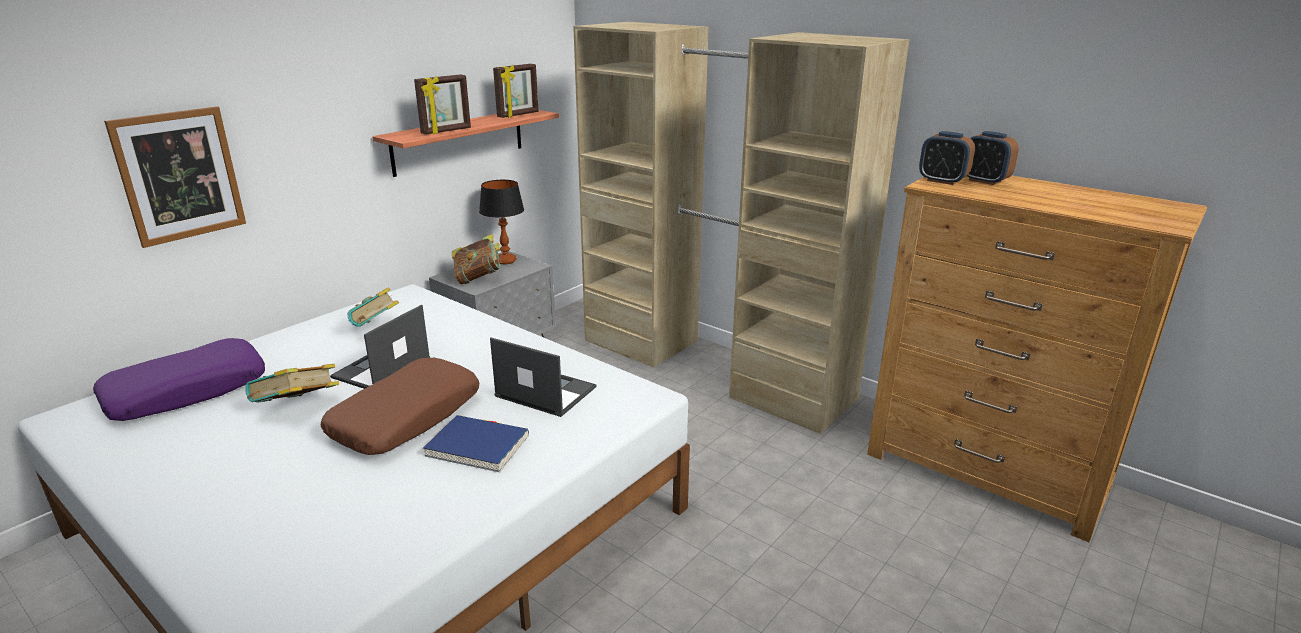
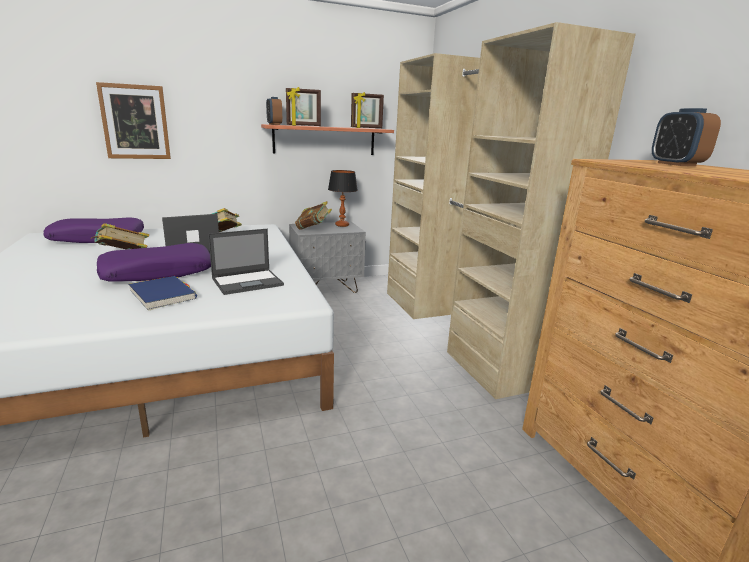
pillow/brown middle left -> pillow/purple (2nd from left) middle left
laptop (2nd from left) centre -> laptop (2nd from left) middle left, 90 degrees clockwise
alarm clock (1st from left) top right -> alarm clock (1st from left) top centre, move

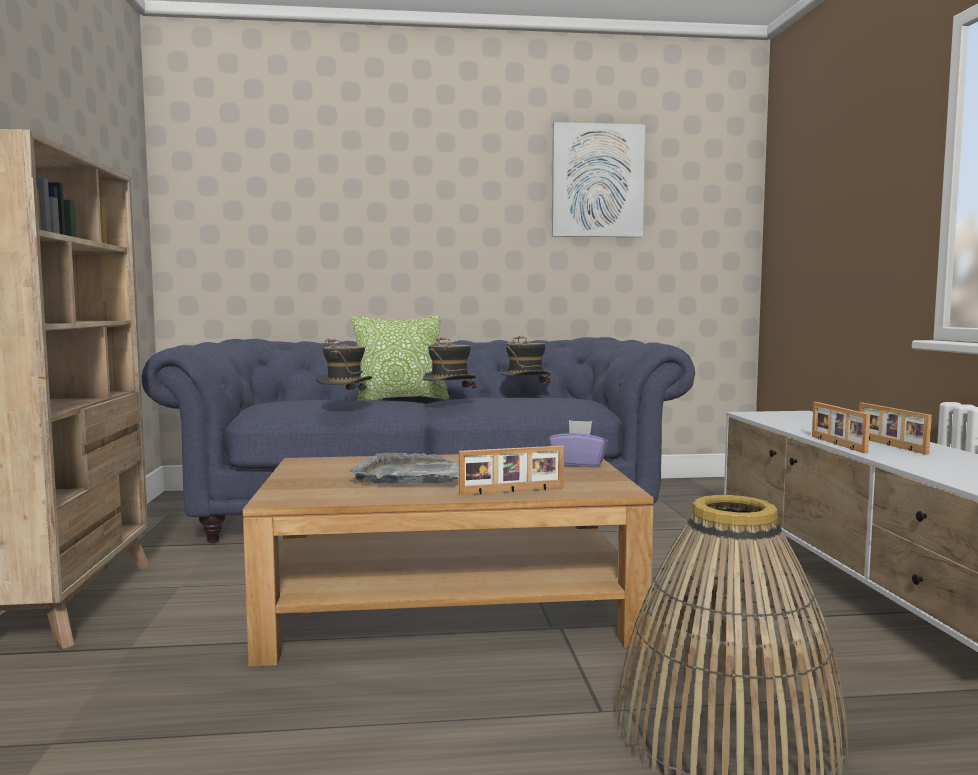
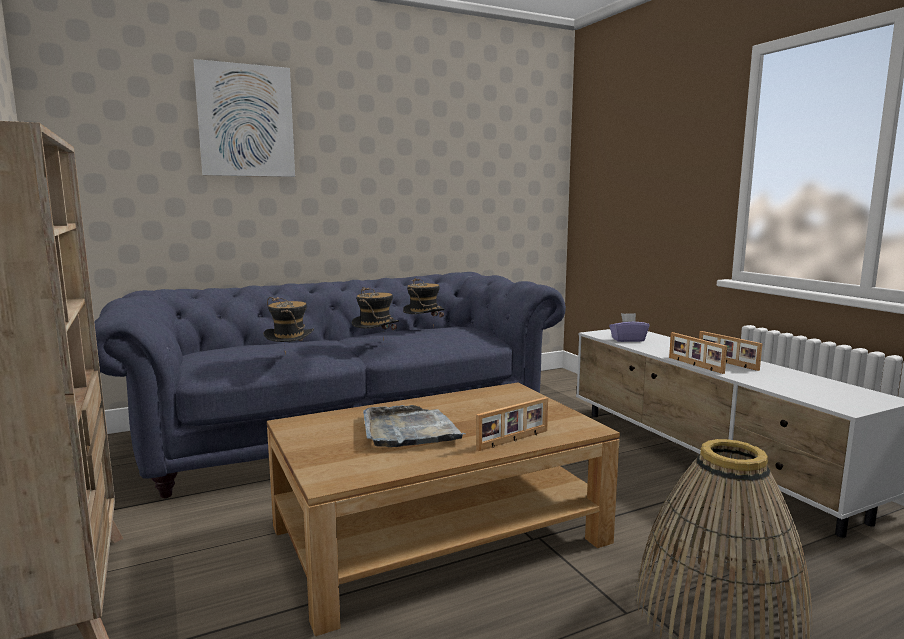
pillow centre -> none
tissue box/purple centre -> tissue box/purple middle right, move
picture top centre -> picture top left, move

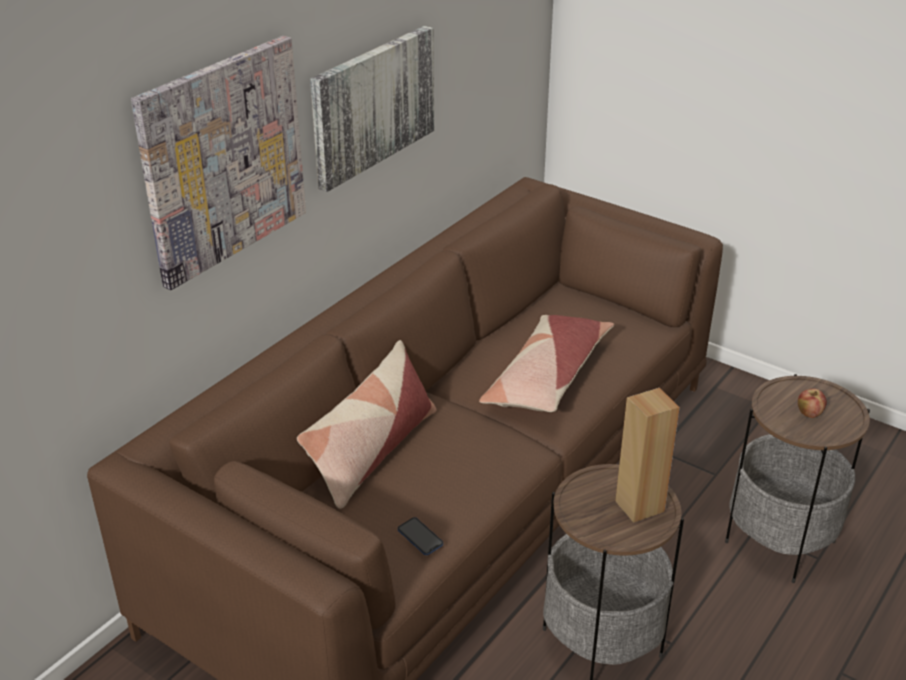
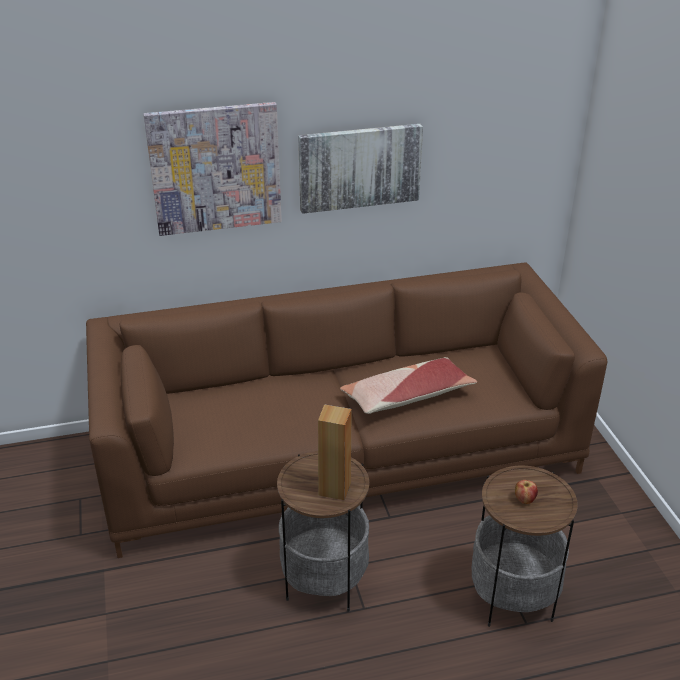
pillow (1st from left) centre -> none
phone bottom centre -> none

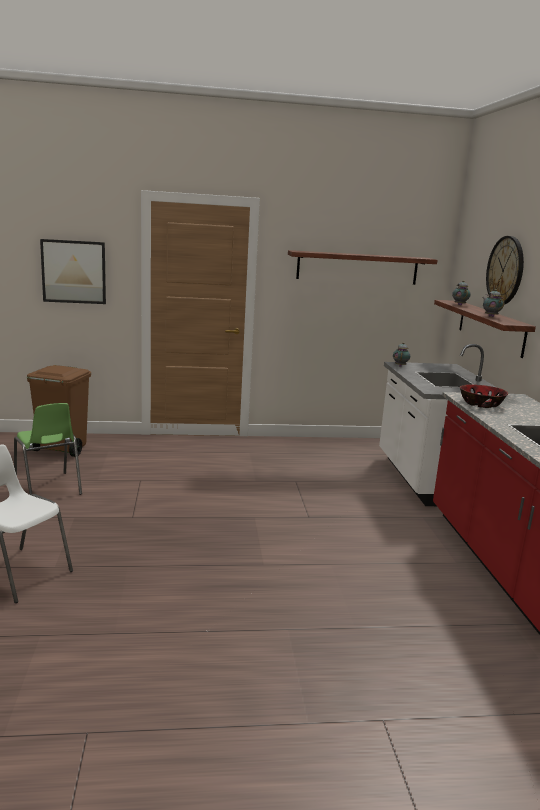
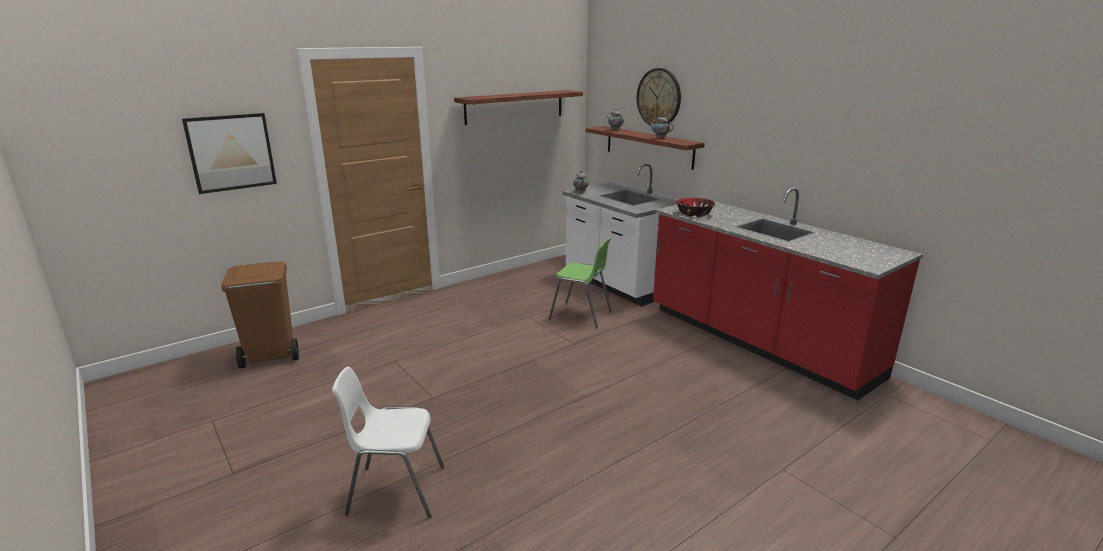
chair/green middle left -> chair/green centre, move

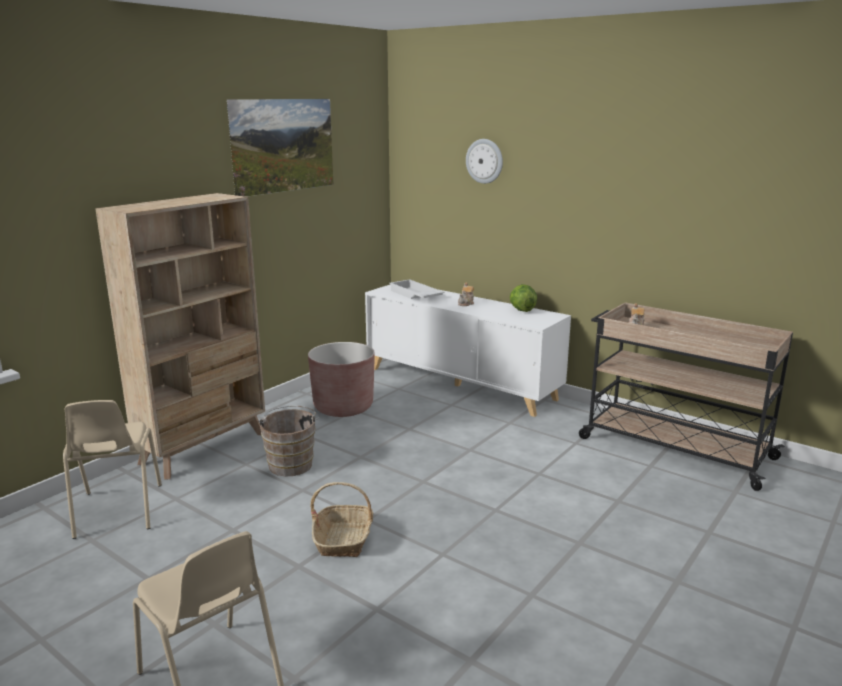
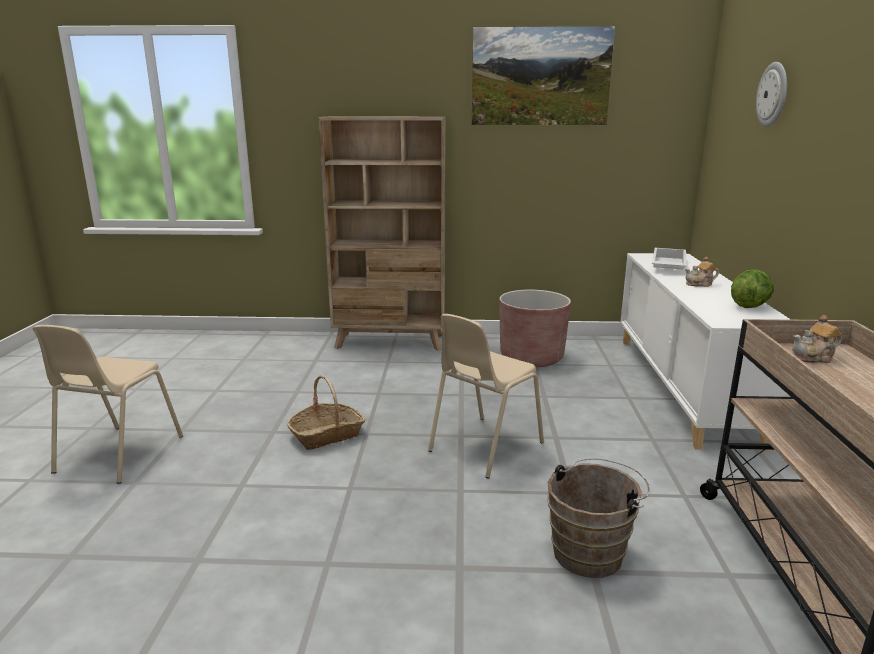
chair/beige (1st from left in the first image) bottom left -> chair/beige (2nd from left) centre, move
bucket/brown centre -> bucket/brown bottom right, move

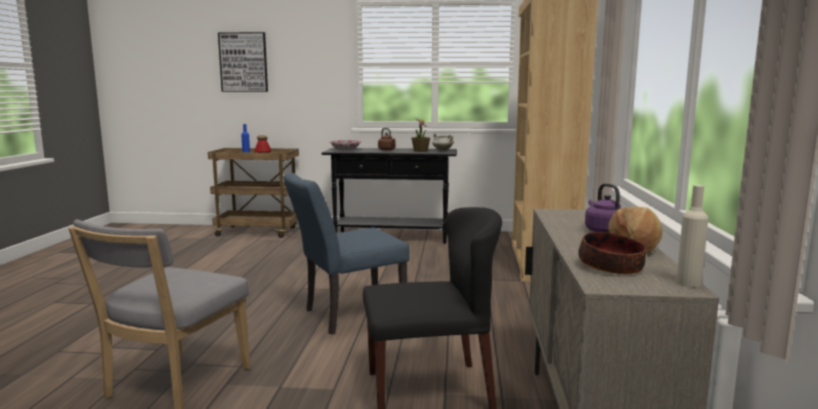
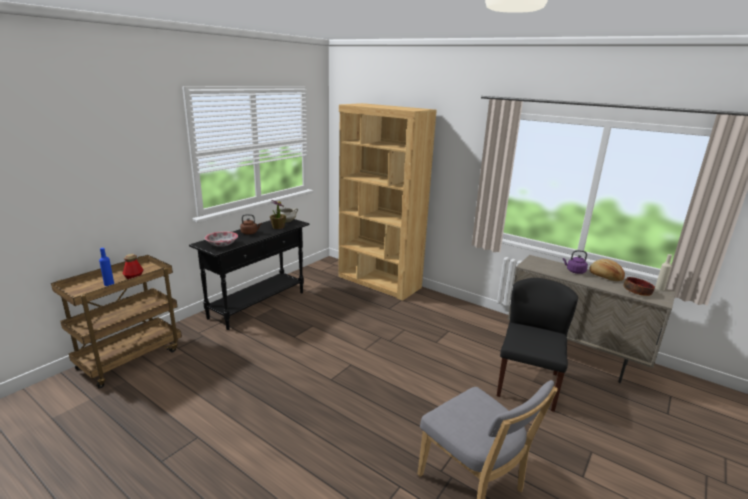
picture top left -> none
chair/blue centre -> none

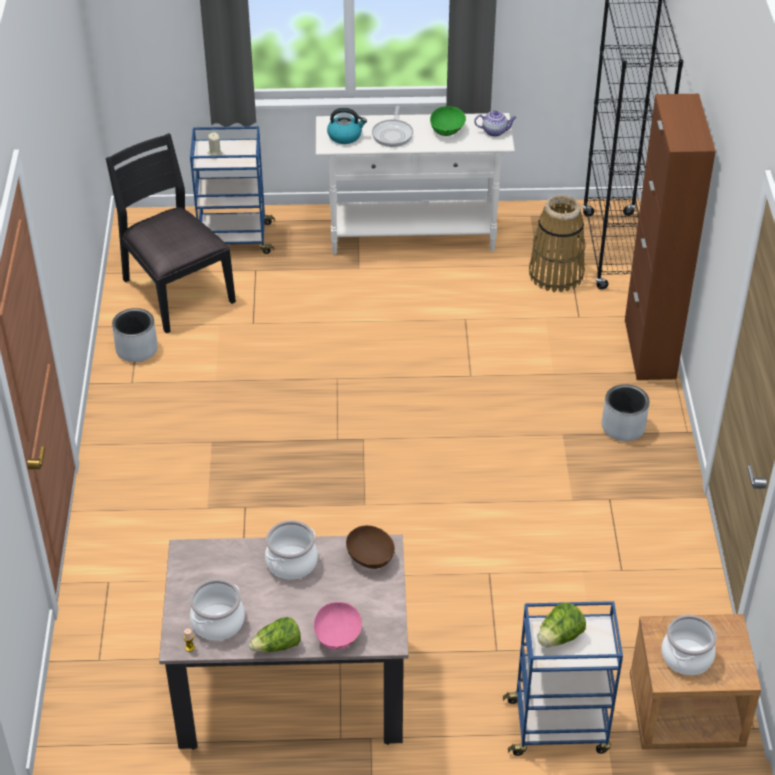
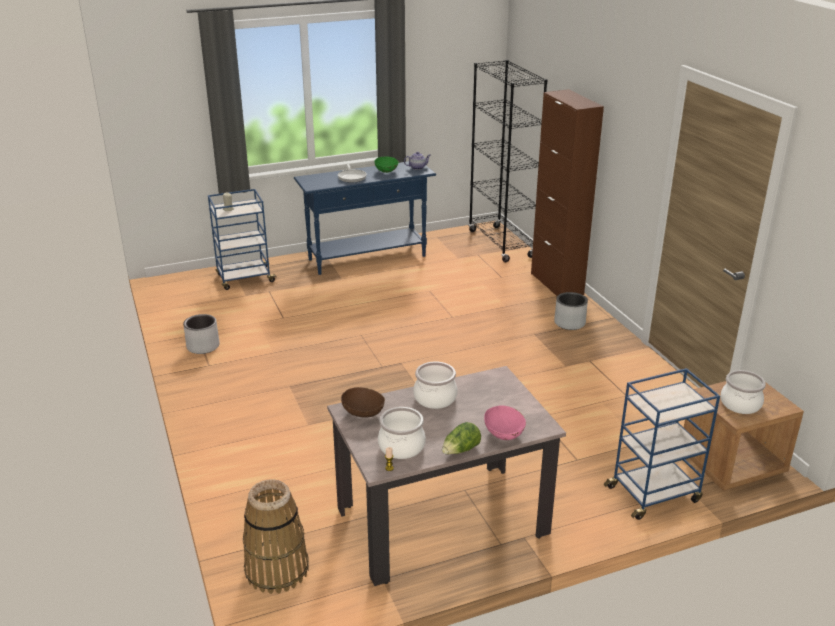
chair/black top left -> none
console table/white top centre -> console table/blue centre
kettle top centre -> none
bowl/brown bottom centre -> bowl/brown centre, move
basket top right -> basket bottom left, move
lettuce (2nd from left) bottom right -> none

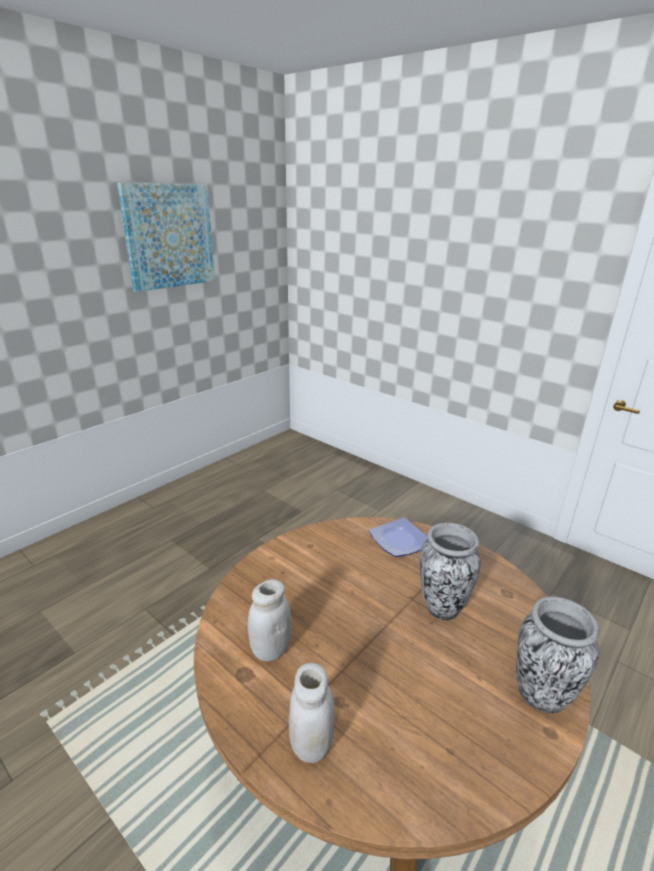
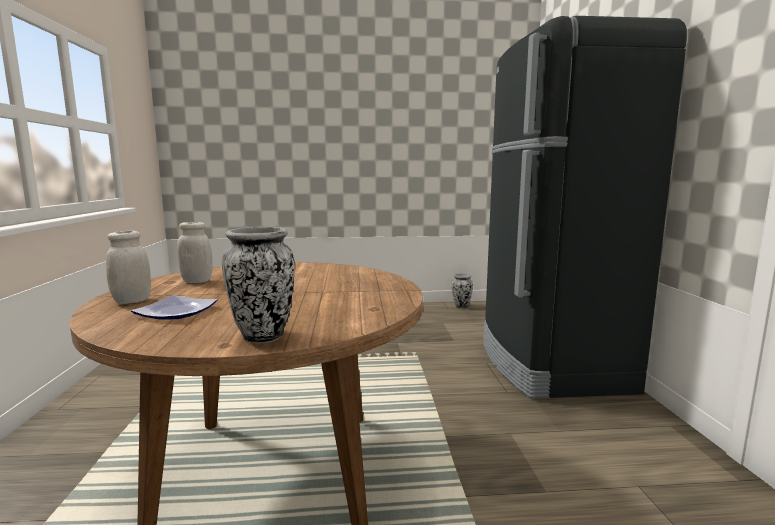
picture top left -> none
plate centre -> plate middle left, move
vase (1st from left in the first image) middle right -> vase (2nd from left) centre, move
none -> fridge/black middle right

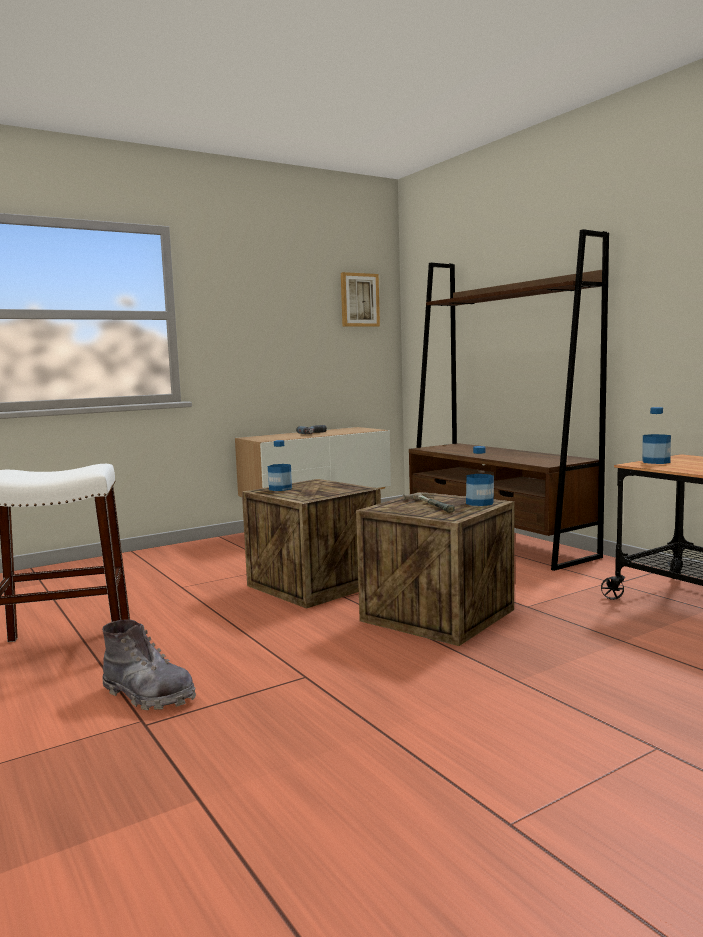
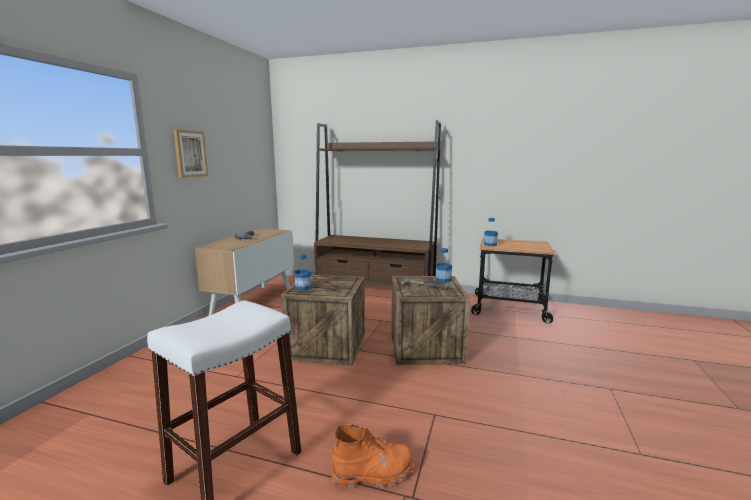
boot/grey bottom left -> boot/orange bottom centre
picture top centre -> picture top left, move

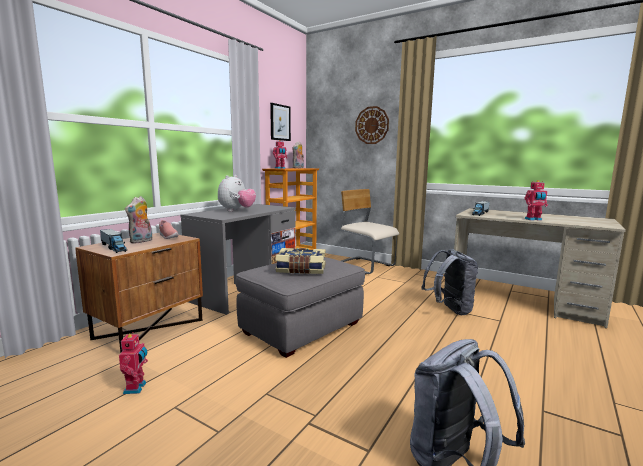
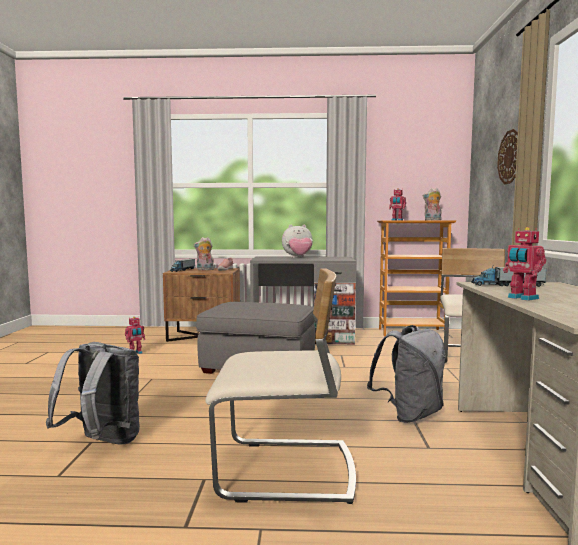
picture top centre -> none
book centre -> none
none -> chair/beige (1st from left) bottom centre

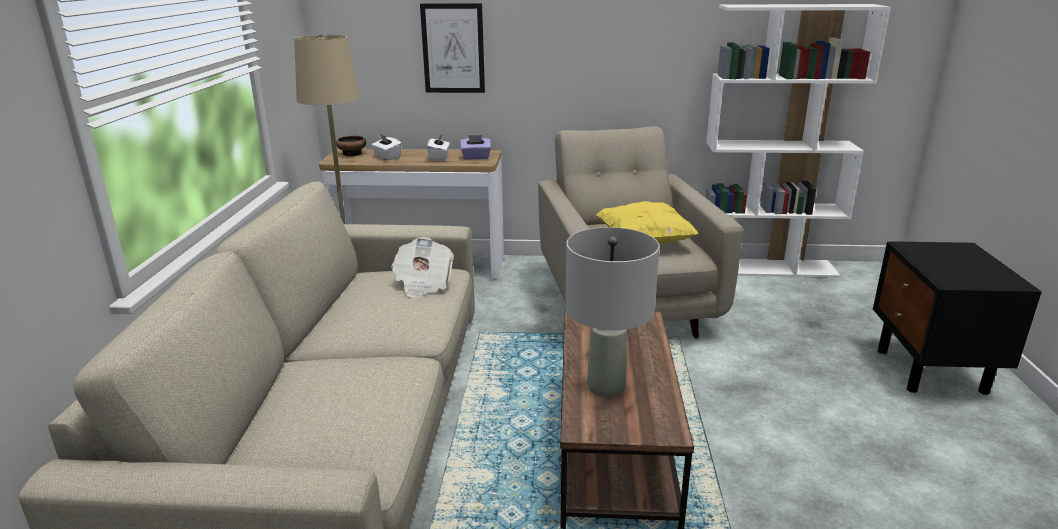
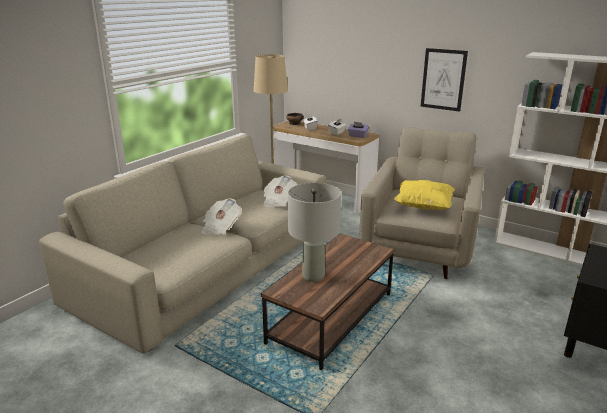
picture top centre -> picture top right, move
none -> newspaper (1st from left) centre

